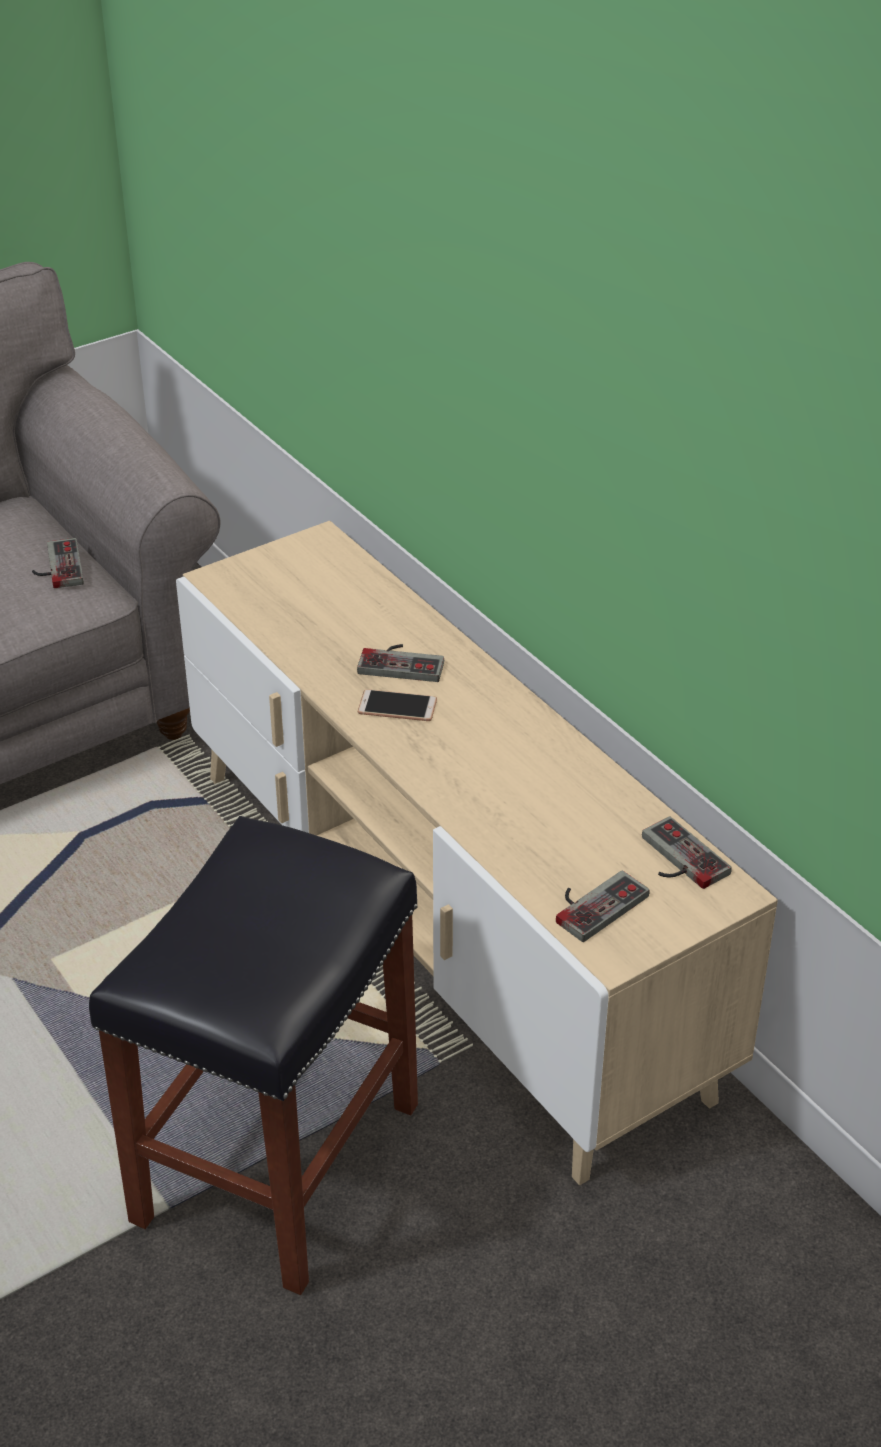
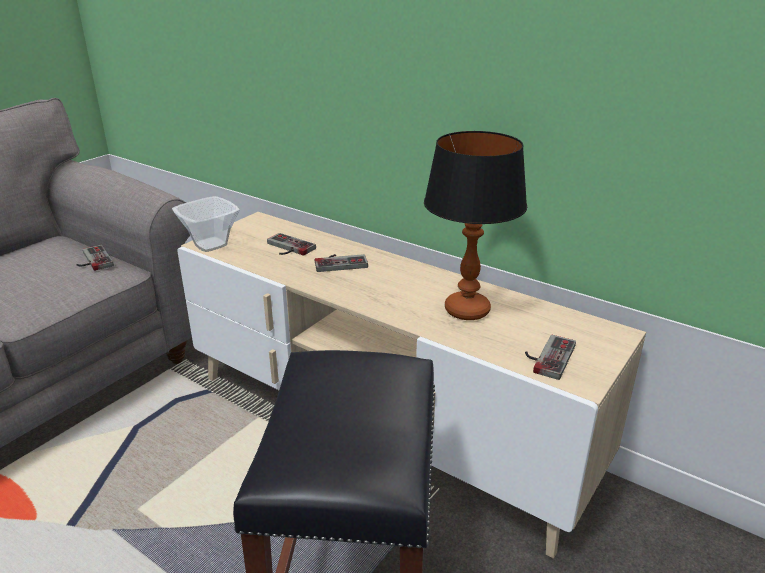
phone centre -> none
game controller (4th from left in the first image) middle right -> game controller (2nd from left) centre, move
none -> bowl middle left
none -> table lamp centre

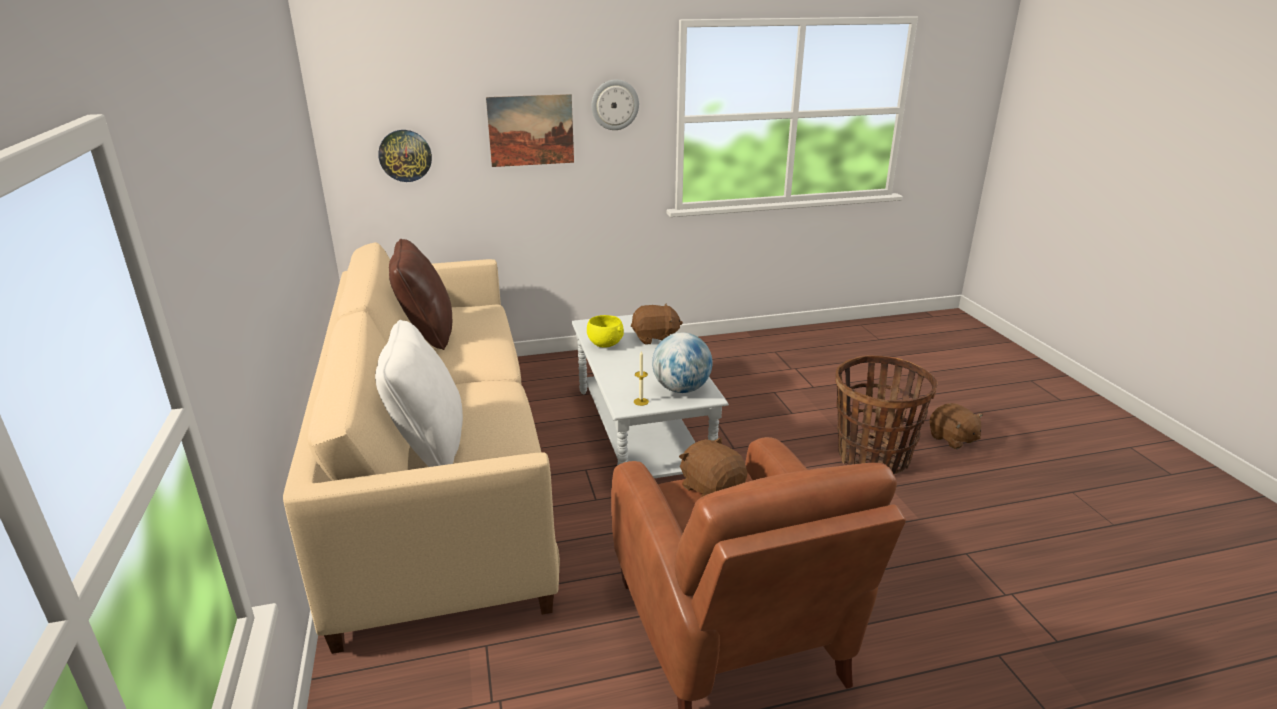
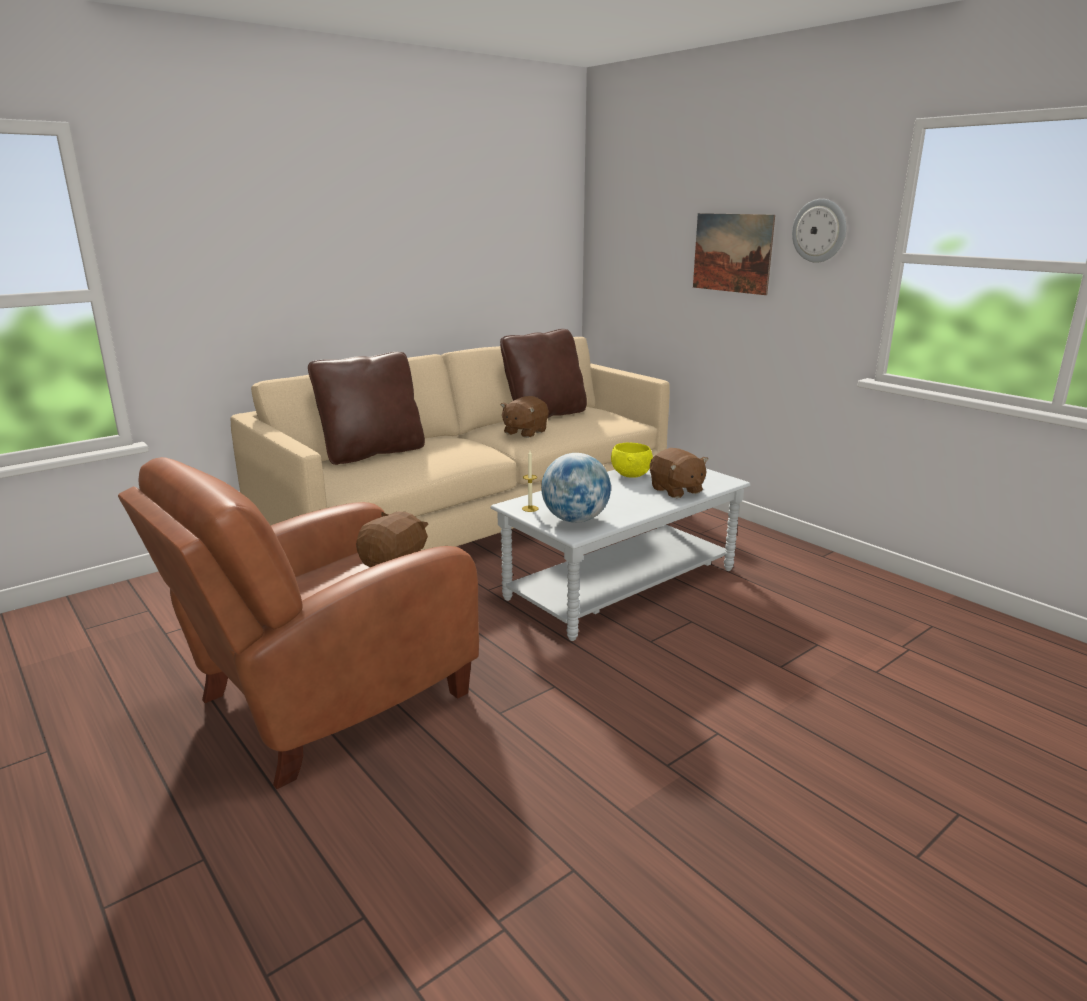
pillow/white middle left -> pillow/brown (1st from left) centre
wall clock (1st from left) top left -> none
basket middle right -> none
plush toy/brown (3rd from left in the first image) middle right -> plush toy/brown (2nd from left) centre, move

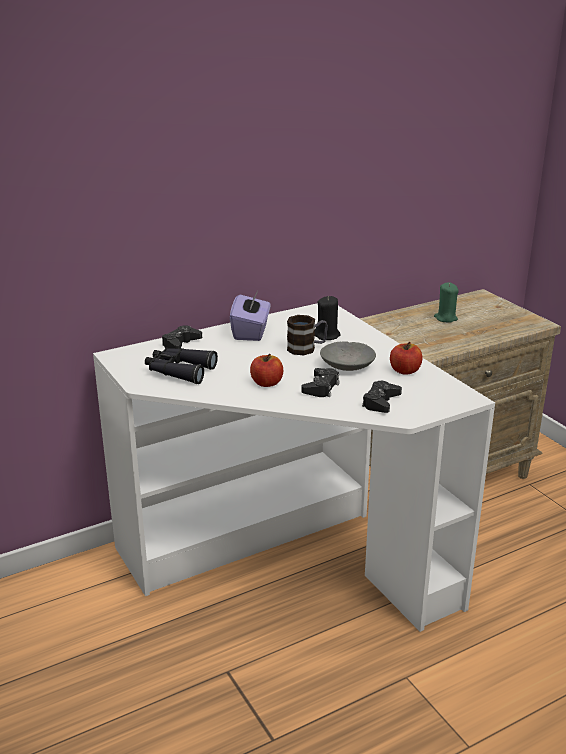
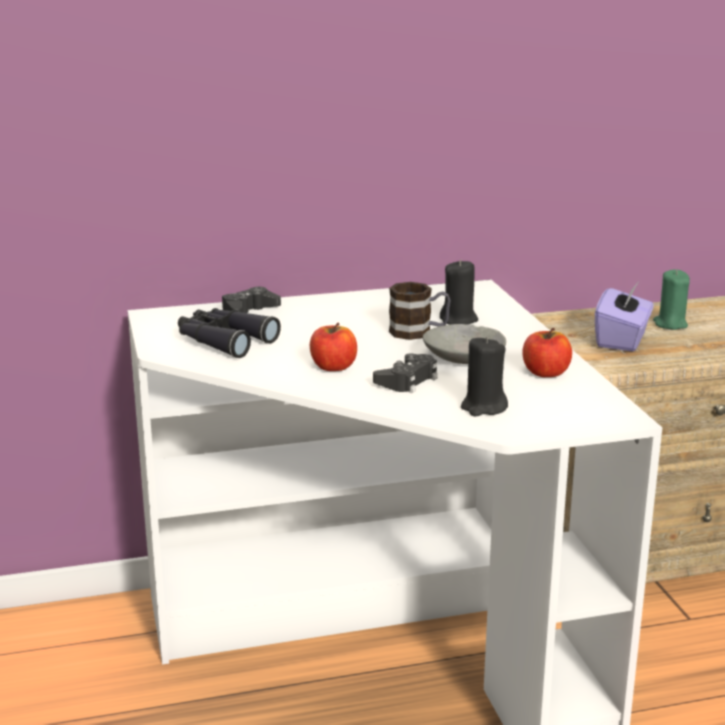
tissue box/purple centre -> tissue box/purple middle right, move
game controller/black (3rd from left) middle right -> candle/black (2nd from left) middle right

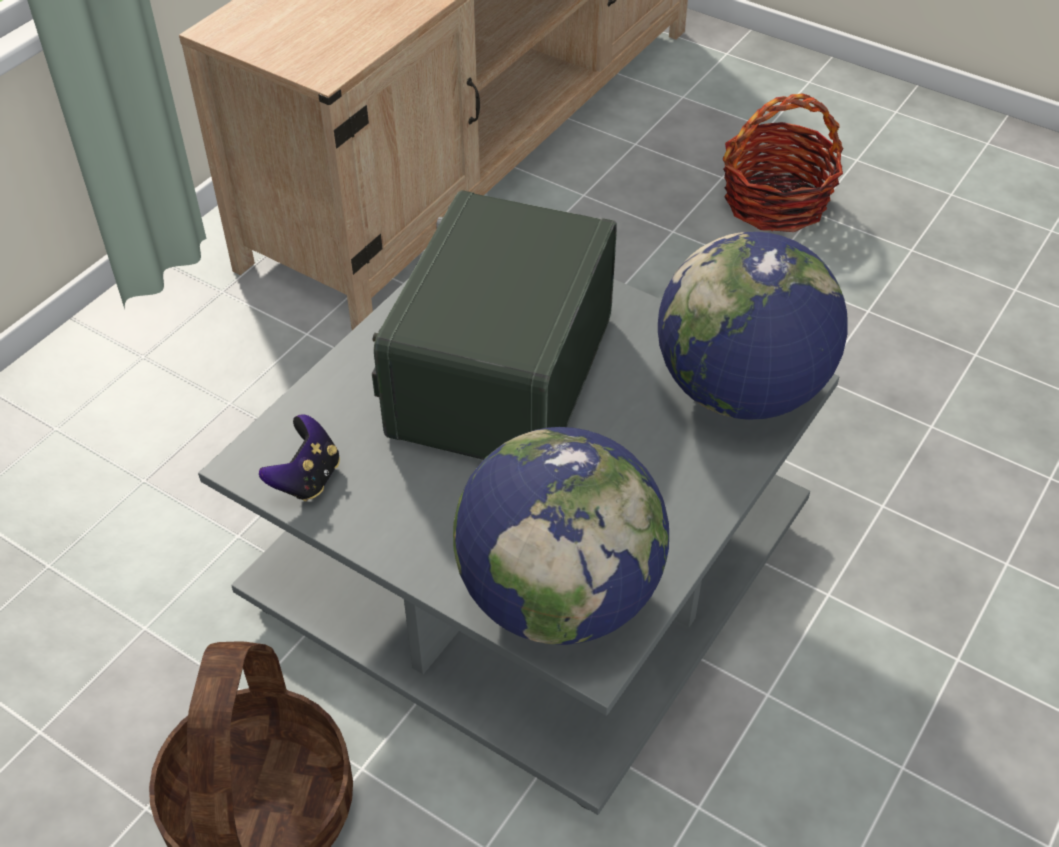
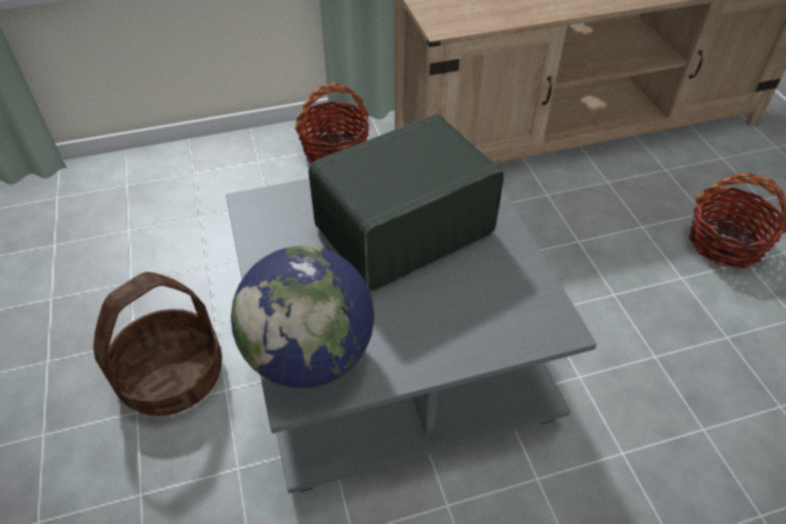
game controller middle left -> none
globe (2nd from left) middle right -> none
none -> basket (2nd from left) top centre

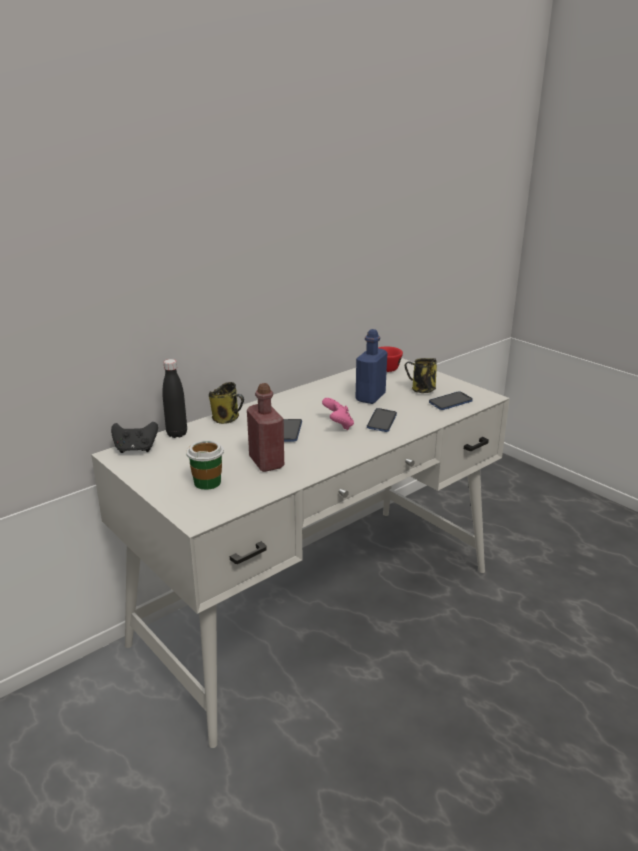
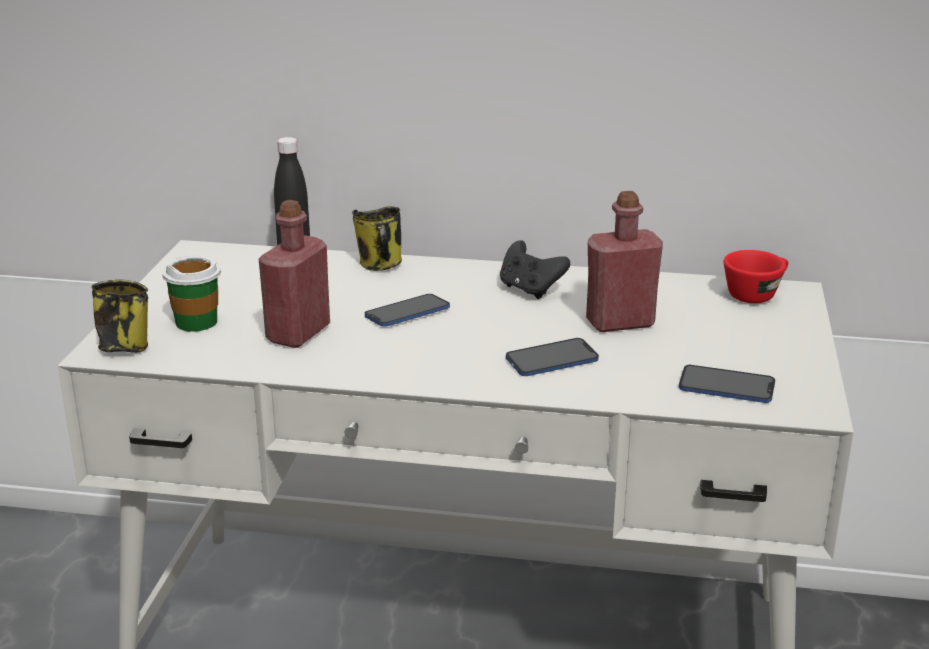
game controller/black middle left -> game controller/black centre, move
game controller/pink centre -> none
bottle/blue centre -> bottle/red (2nd from left) middle right
mug (2nd from left in the first image) centre -> mug (1st from left) middle left, move

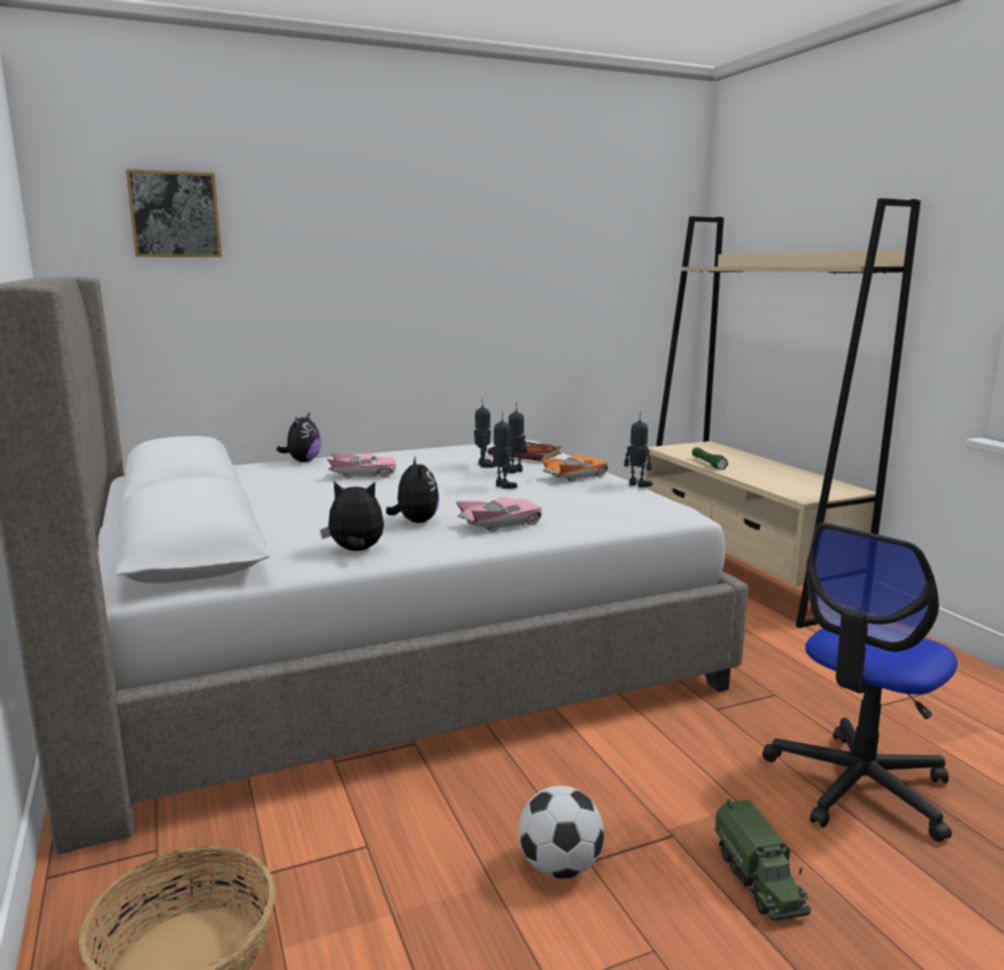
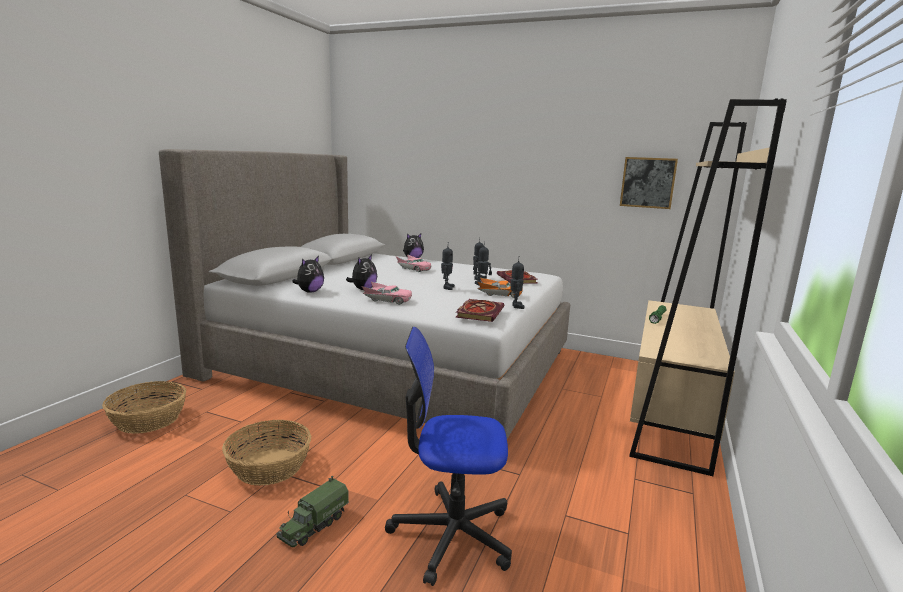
picture top left -> picture top right, move
plush toy (2nd from left in the first image) centre -> plush toy (1st from left) centre, 75 degrees clockwise
football bottom centre -> basket (2nd from left) bottom left
none -> book (1st from left) centre

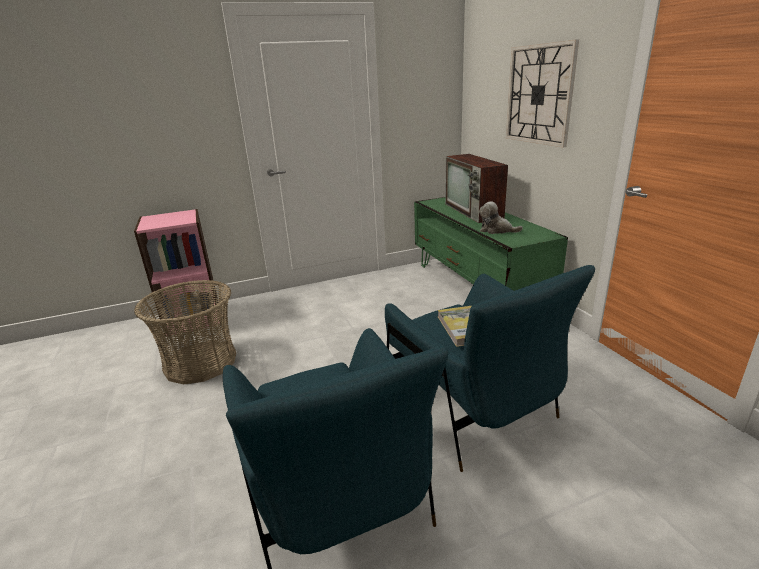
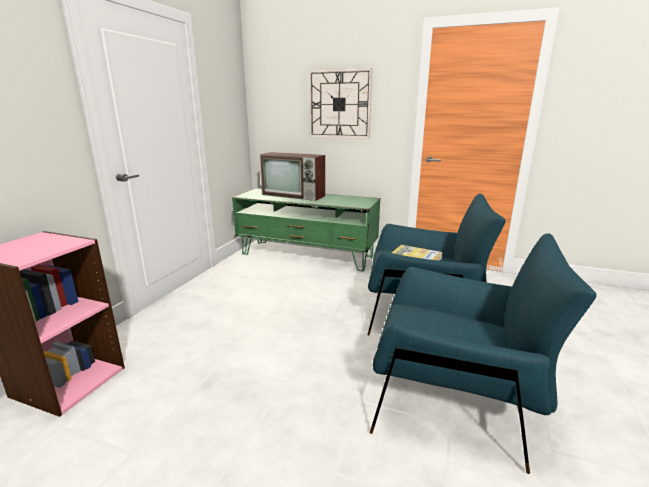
basket middle left -> none
plush toy centre -> none

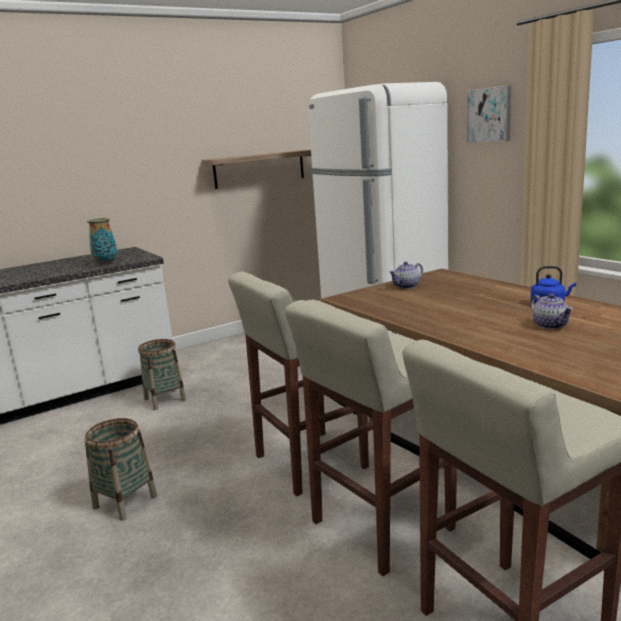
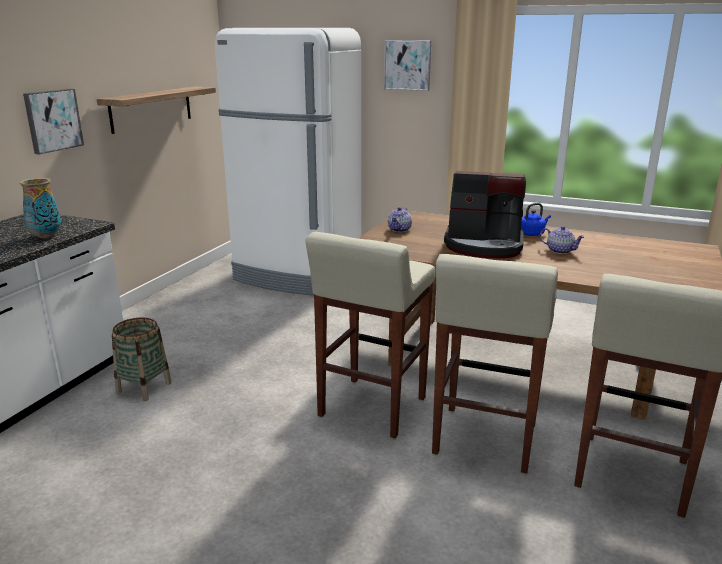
basket (1st from left) bottom left -> none
none -> picture (1st from left) top left
none -> coffee machine middle right

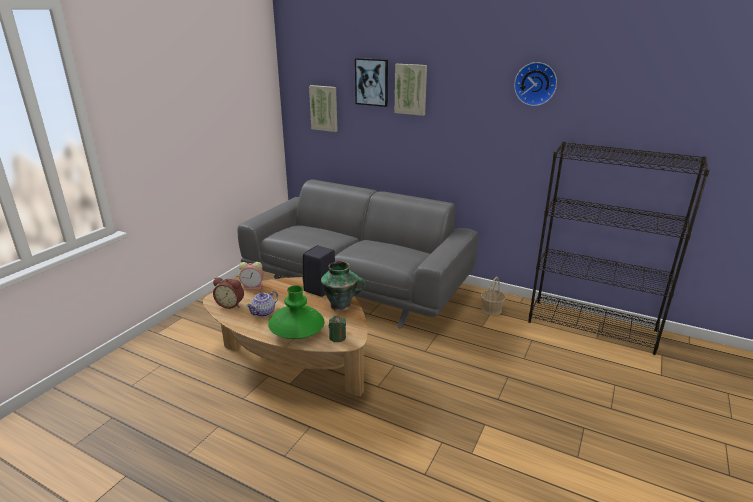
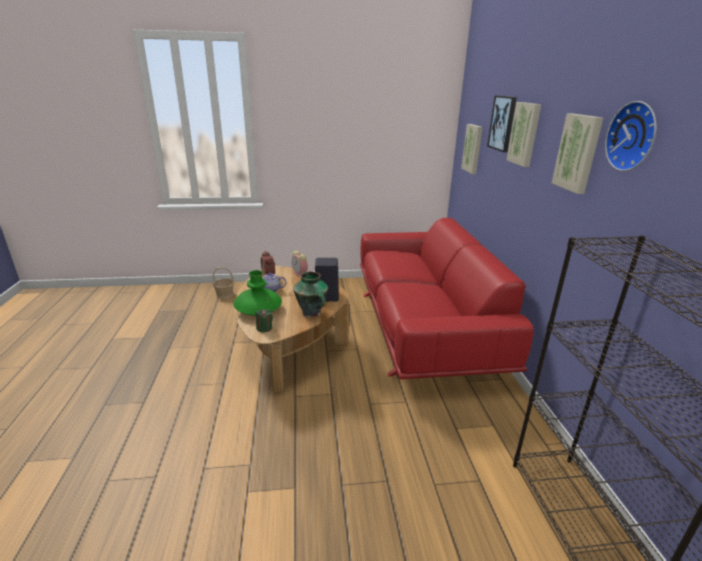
sofa/grey centre -> sofa/red centre
basket centre -> basket middle left, move
none -> picture (4th from left) top right

